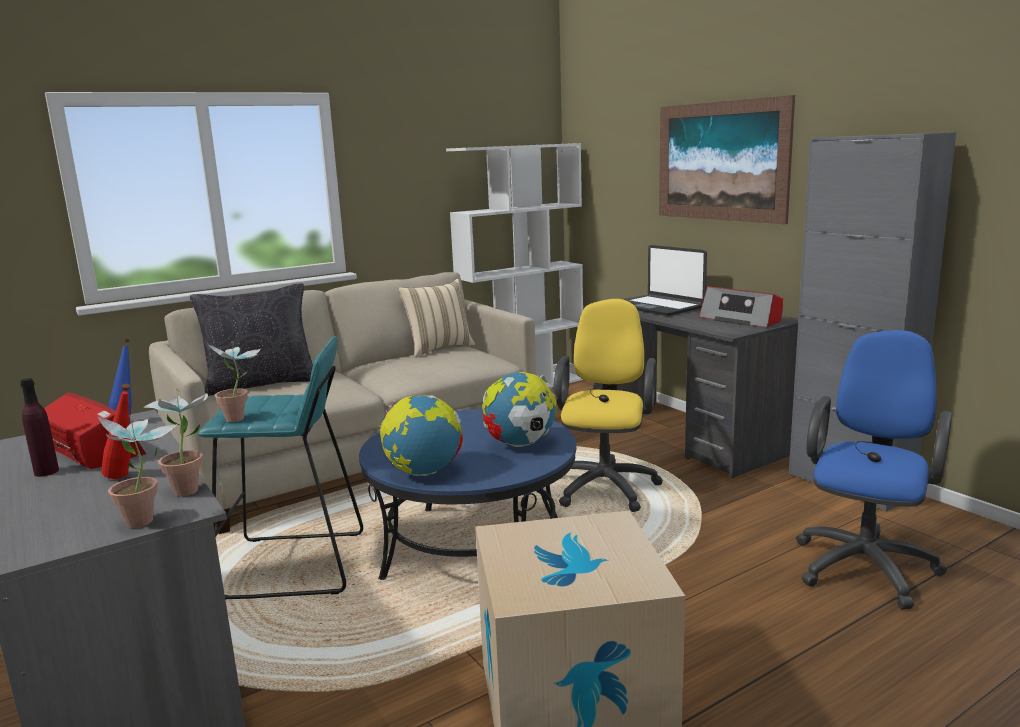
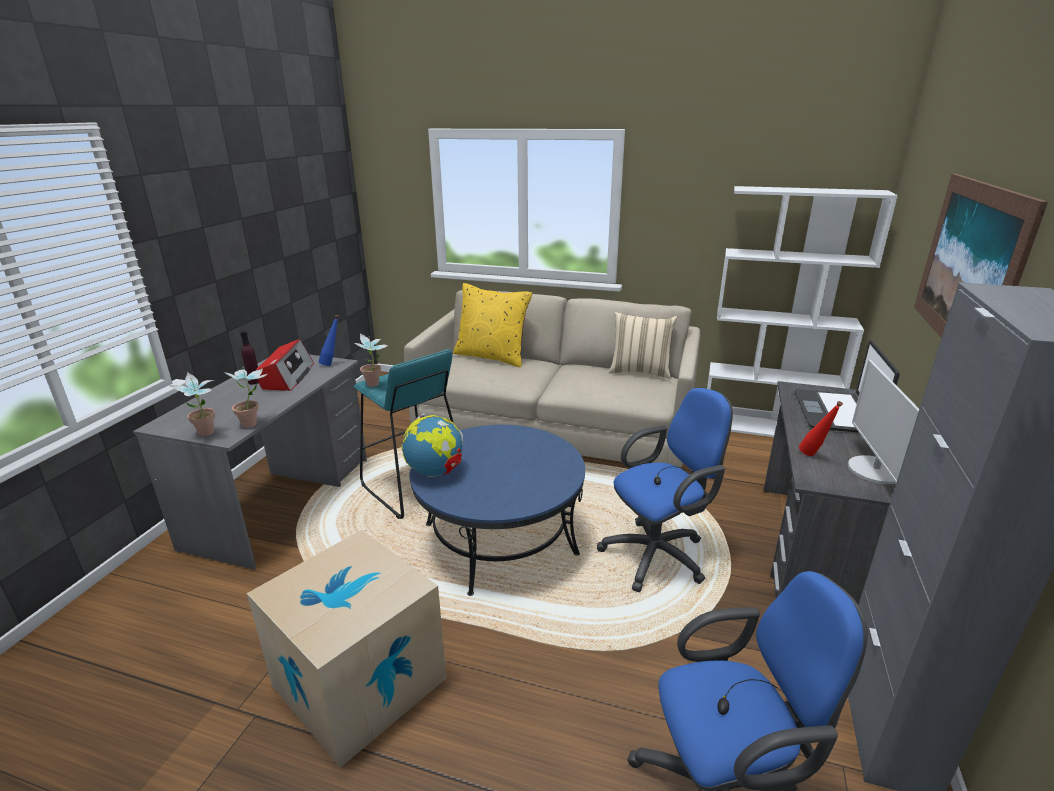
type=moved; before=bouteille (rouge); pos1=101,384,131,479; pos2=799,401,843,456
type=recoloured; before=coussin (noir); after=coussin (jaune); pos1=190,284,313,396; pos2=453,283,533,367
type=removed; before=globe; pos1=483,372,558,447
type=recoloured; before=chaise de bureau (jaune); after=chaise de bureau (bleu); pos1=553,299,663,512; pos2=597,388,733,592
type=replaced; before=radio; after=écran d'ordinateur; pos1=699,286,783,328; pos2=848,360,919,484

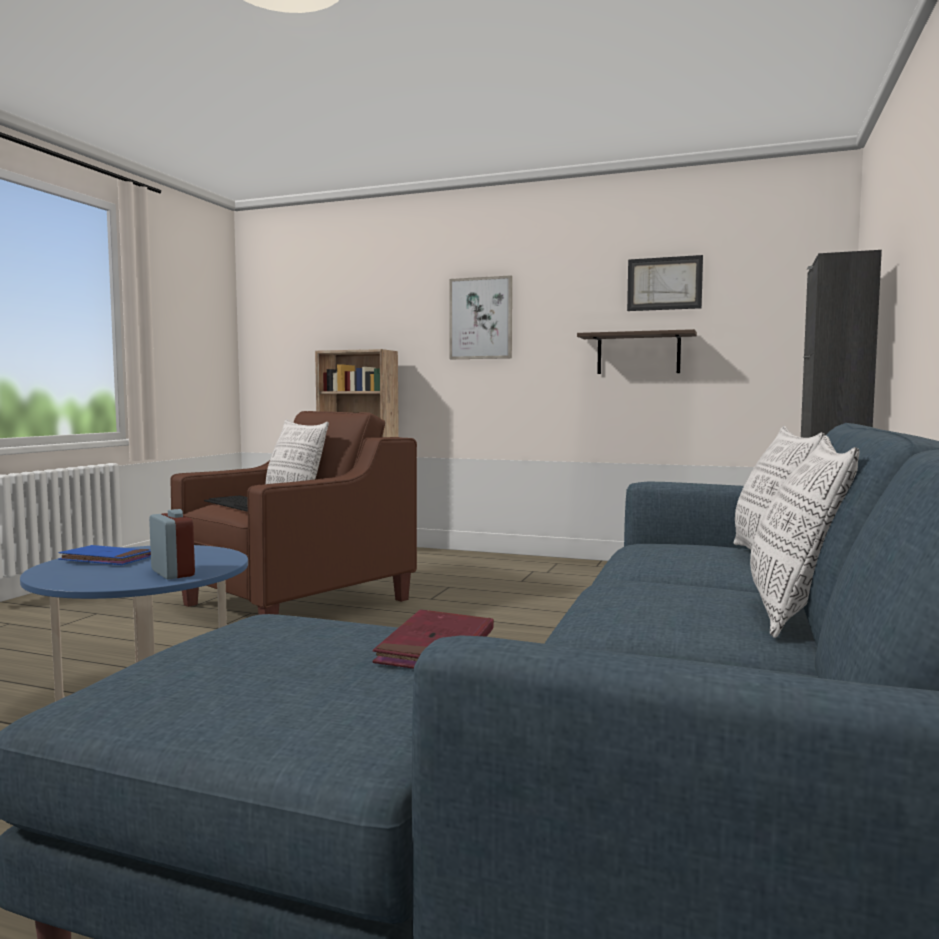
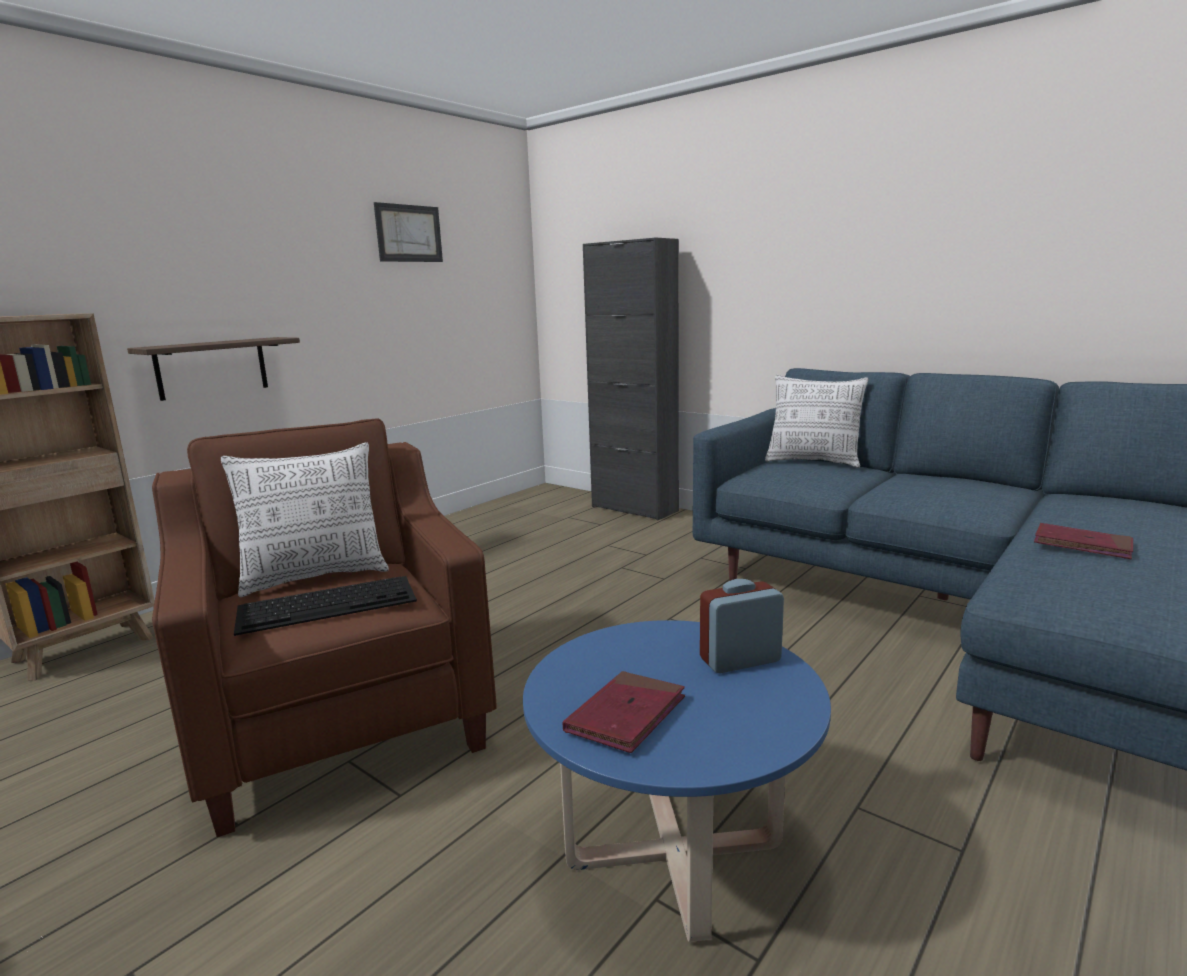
type=recoloured; before=livre (bleu); after=livre (rouge); pos1=58,545,151,565; pos2=563,671,685,753
type=removed; before=tableau; pos1=449,275,512,359
type=moved; before=étagère; pos1=577,329,697,374; pos2=127,337,300,401
type=removed; before=coussin; pos1=750,435,859,638

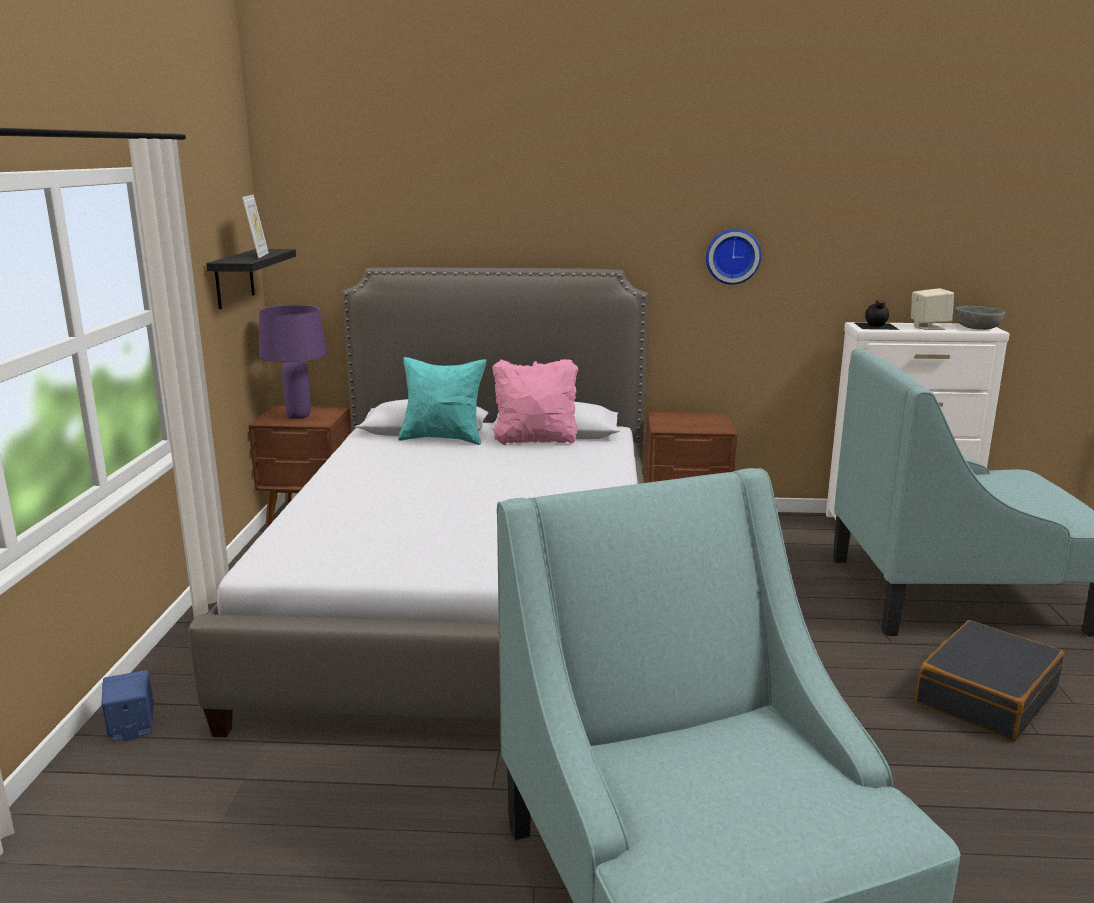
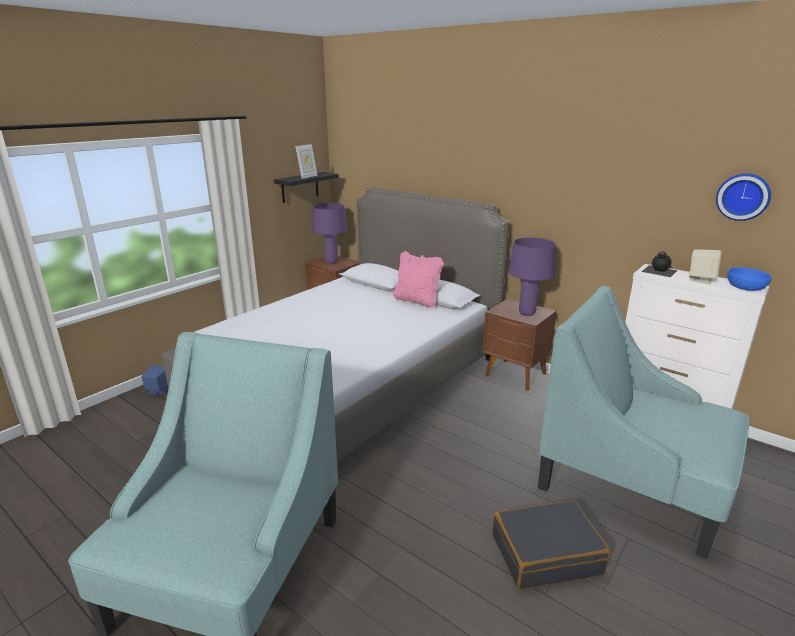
type=removed; before=coussin (turquoise); pos1=398,357,486,445
type=moved; before=horloge murale; pos1=706,229,761,285; pos2=716,173,771,221
type=recoloured; before=bol (gris); after=bol (bleu); pos1=955,306,1005,330; pos2=727,267,772,291
type=added; after=lampe de table (violet); pos2=508,237,556,316

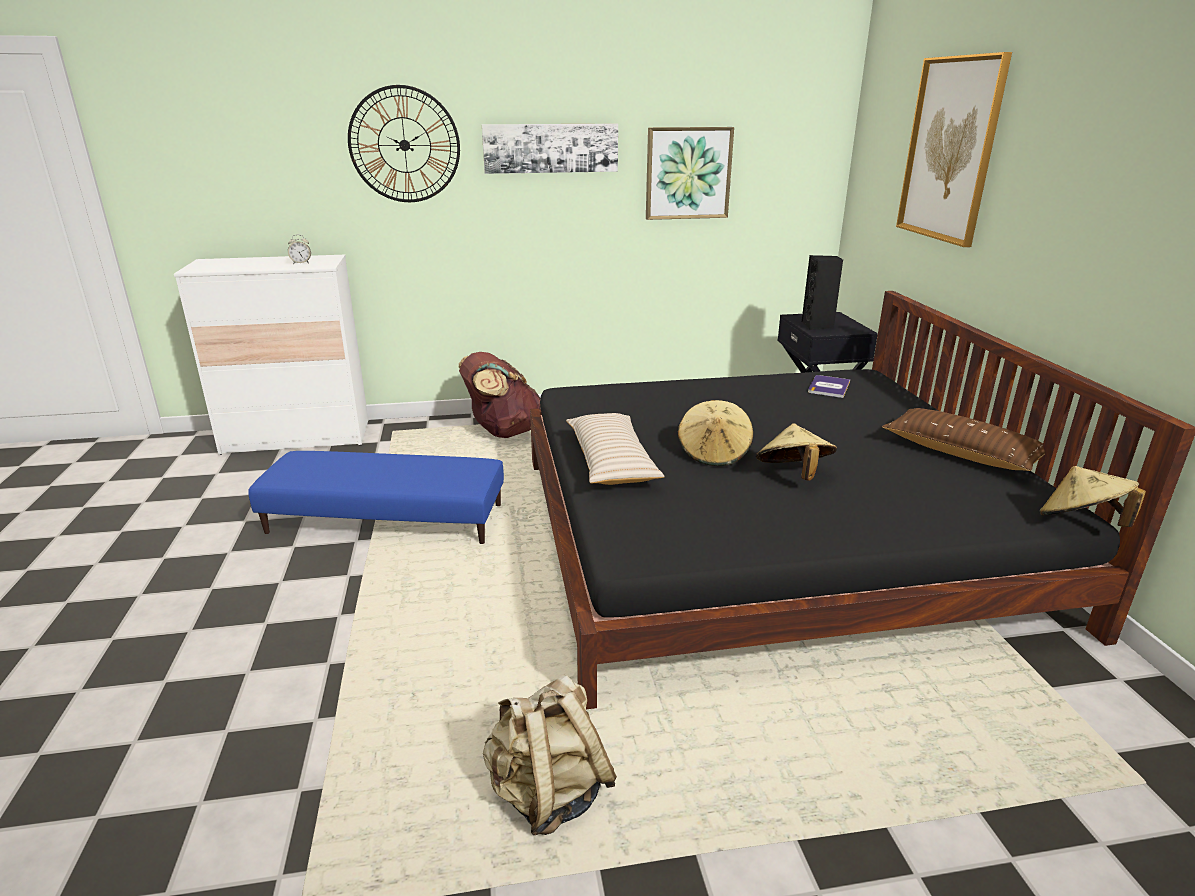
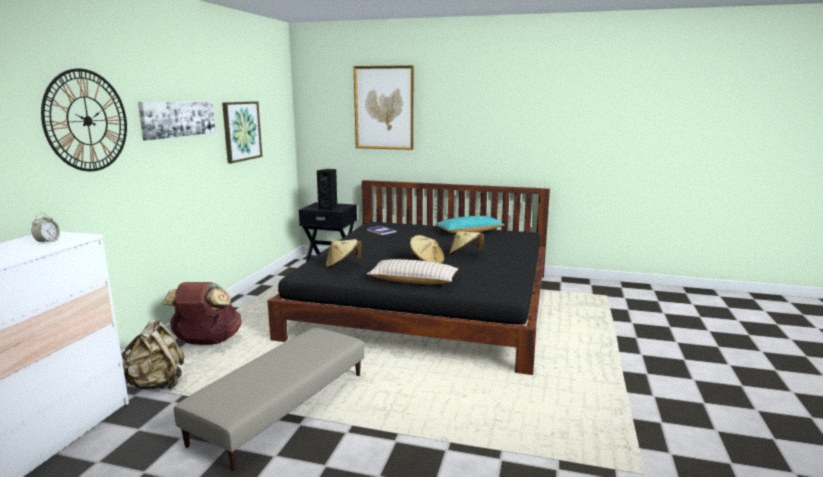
type=recoloured; before=pouf (bleu); after=pouf (beige); pos1=248,451,504,544; pos2=174,328,364,471
type=moved; before=sac à dos (beige); pos1=483,674,617,835; pos2=122,320,185,390
type=recoloured; before=coussin (marron); after=coussin (turquoise); pos1=882,408,1045,471; pos2=435,216,505,233
type=moved; before=chapeau (beige); pos1=1040,466,1146,527; pos2=326,239,362,269

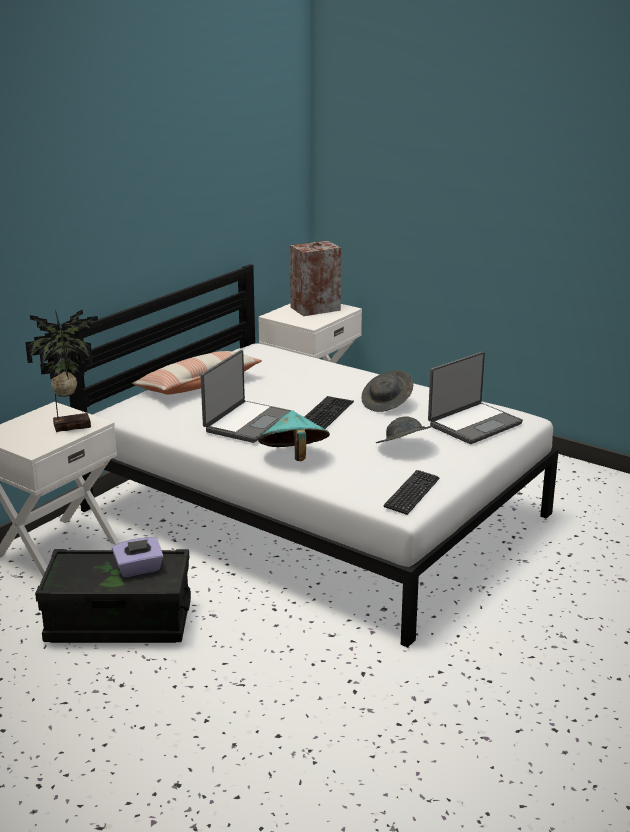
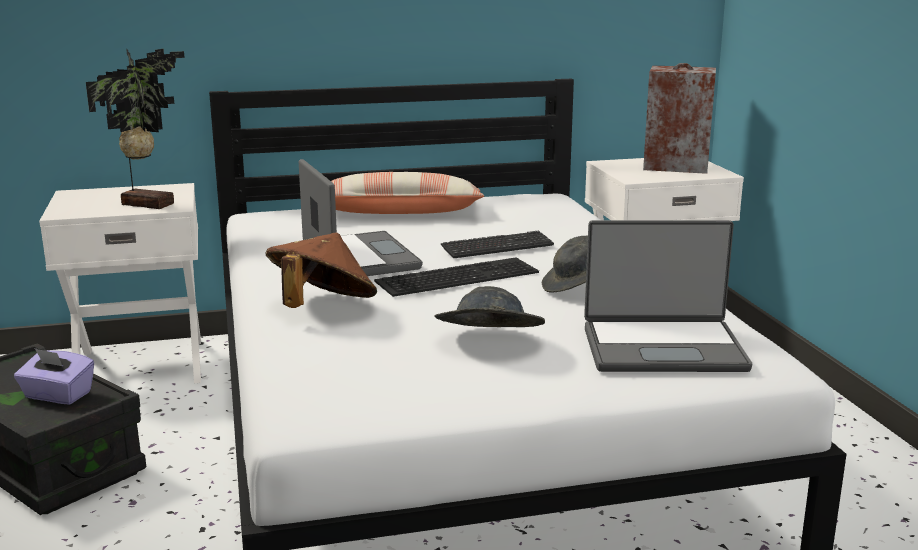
type=turned; before=ordinateur portable; pos1=201,350,291,443; pos2=299,159,423,276; turn=-90
type=recoloured; before=chapeau (turquoise); after=chapeau (marron); pos1=258,410,330,461; pos2=266,233,377,308
type=moved; before=clavier; pos1=383,470,440,515; pos2=441,230,554,258

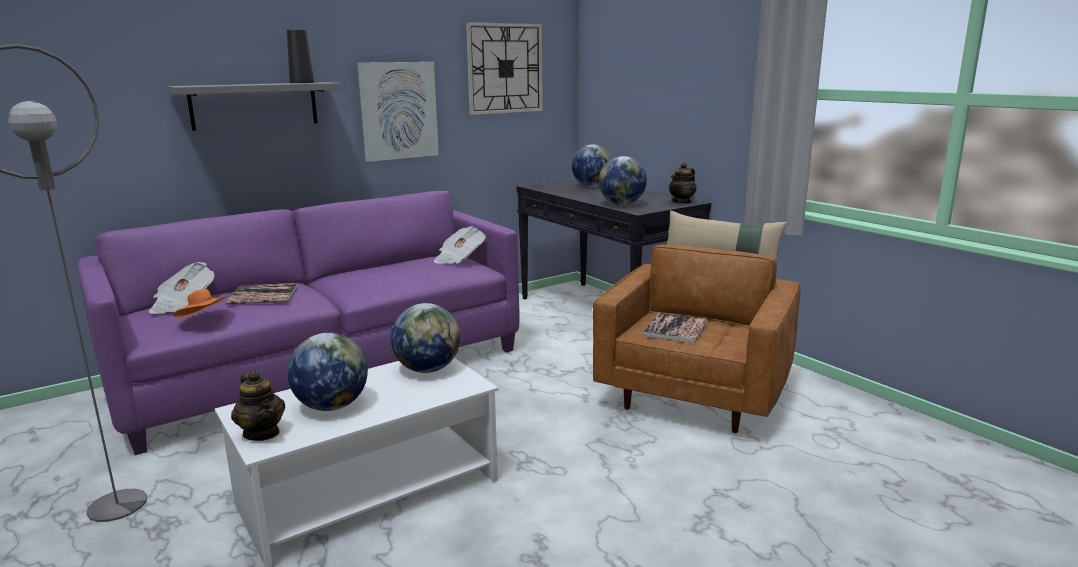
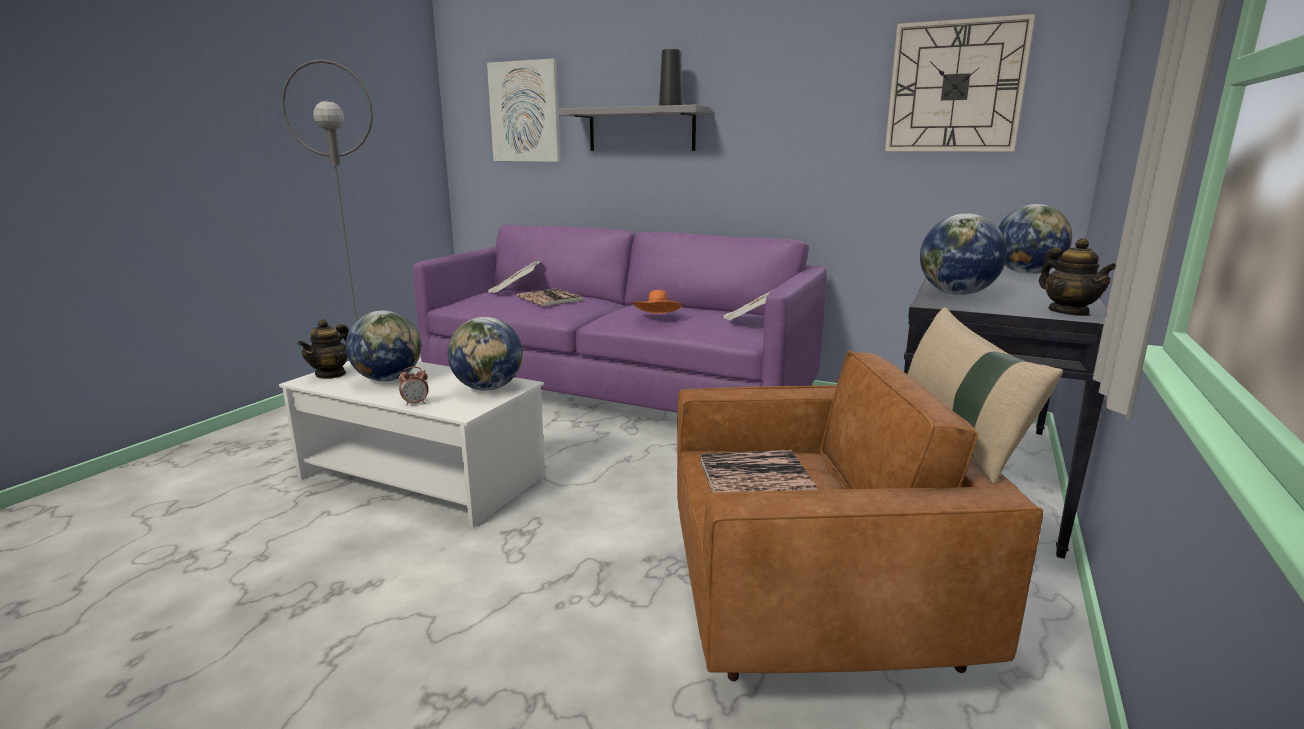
type=moved; before=chapeau (orange); pos1=173,289,227,317; pos2=633,290,682,313
type=moved; before=tableau; pos1=357,62,439,162; pos2=487,58,561,162
type=turned; before=théière; pos1=669,163,696,204; pos2=1039,238,1116,316; turn=-120
type=added; after=réveil; pos2=399,367,429,406

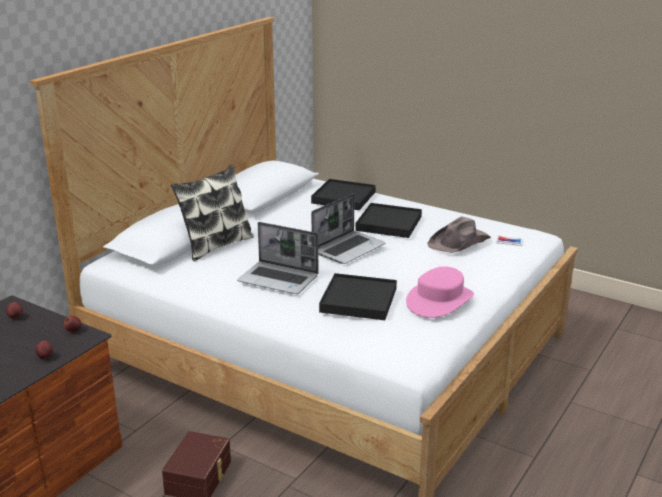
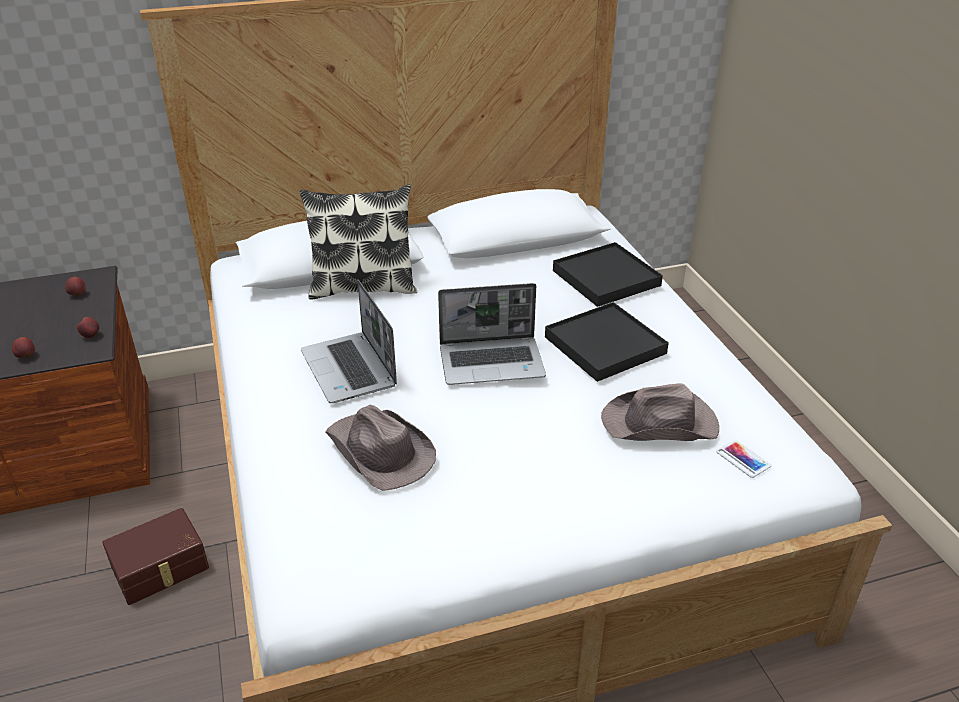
type=replaced; before=plateau (noir); after=chapeau (marron); pos1=319,273,397,320; pos2=325,405,436,491
type=removed; before=chapeau (rose); pos1=406,266,474,318

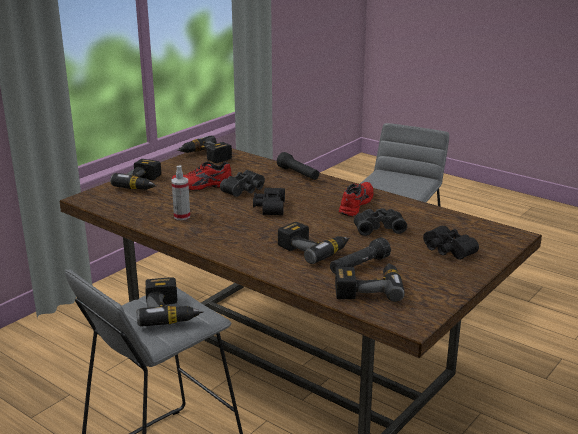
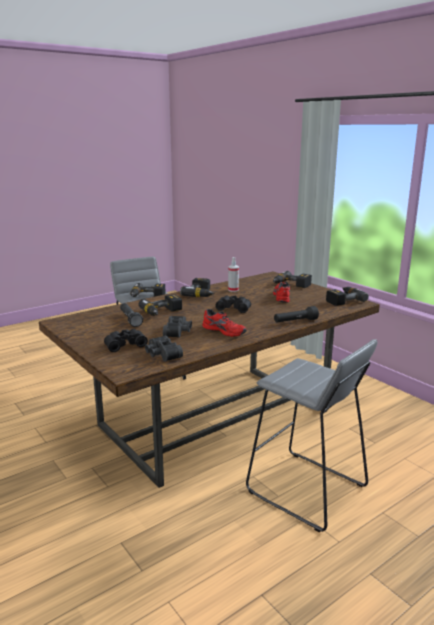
type=moved; before=jumelles (noir); pos1=220,170,265,197; pos2=145,336,183,362
type=moved; before=perceuse; pos1=335,263,405,302; pos2=180,278,215,297

